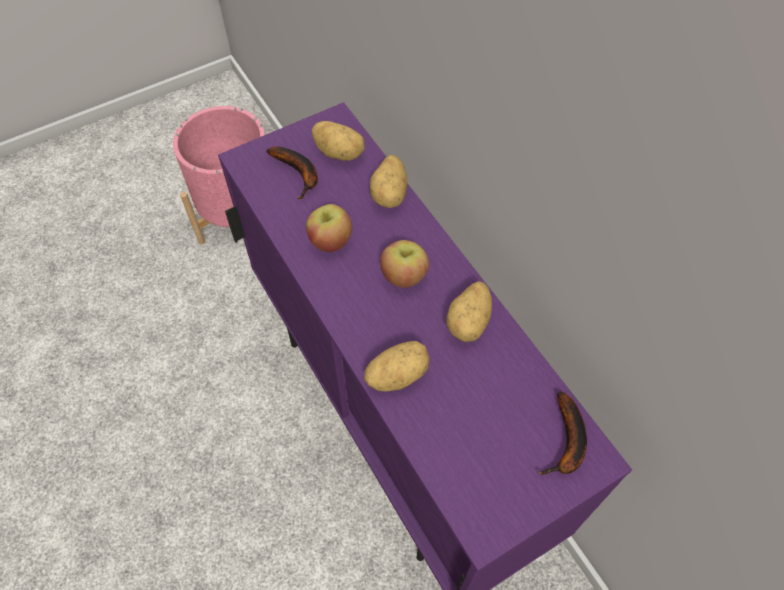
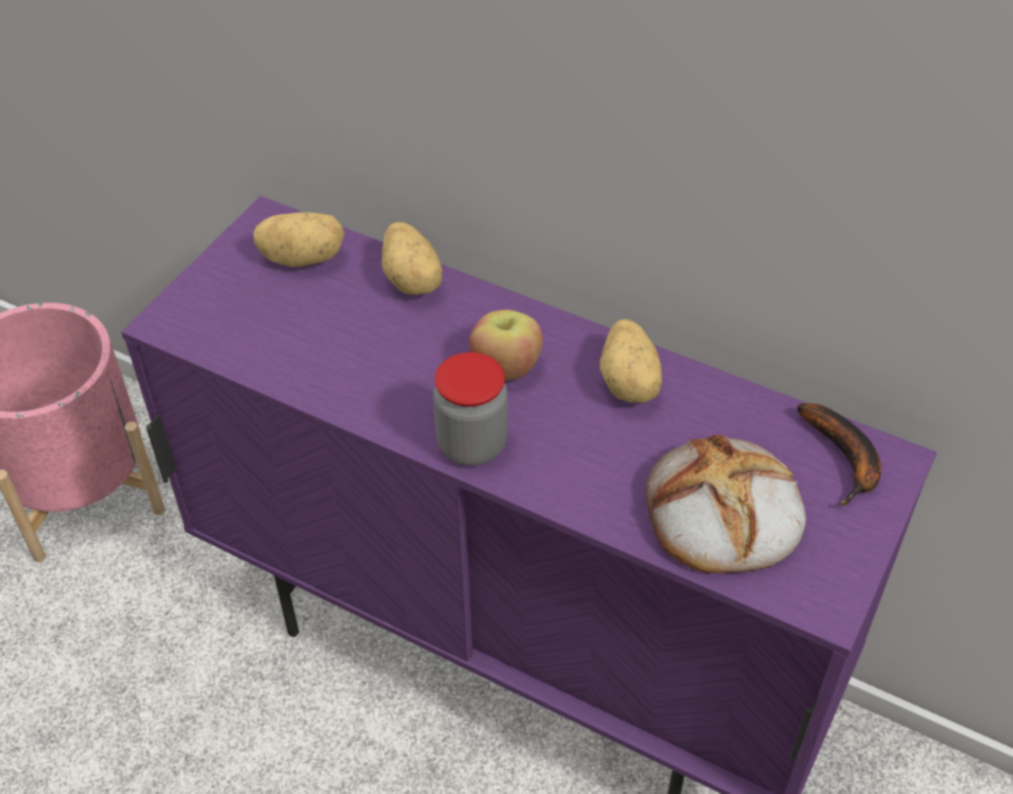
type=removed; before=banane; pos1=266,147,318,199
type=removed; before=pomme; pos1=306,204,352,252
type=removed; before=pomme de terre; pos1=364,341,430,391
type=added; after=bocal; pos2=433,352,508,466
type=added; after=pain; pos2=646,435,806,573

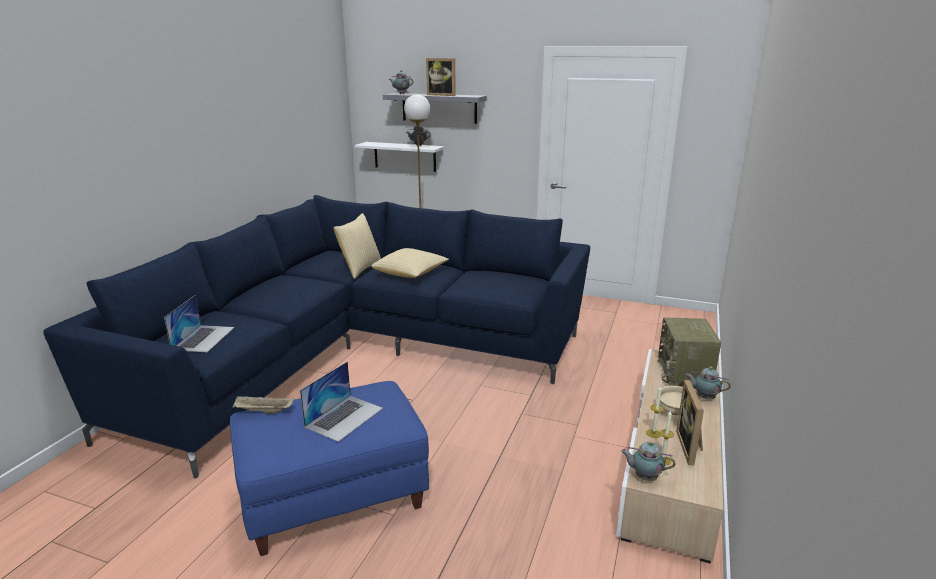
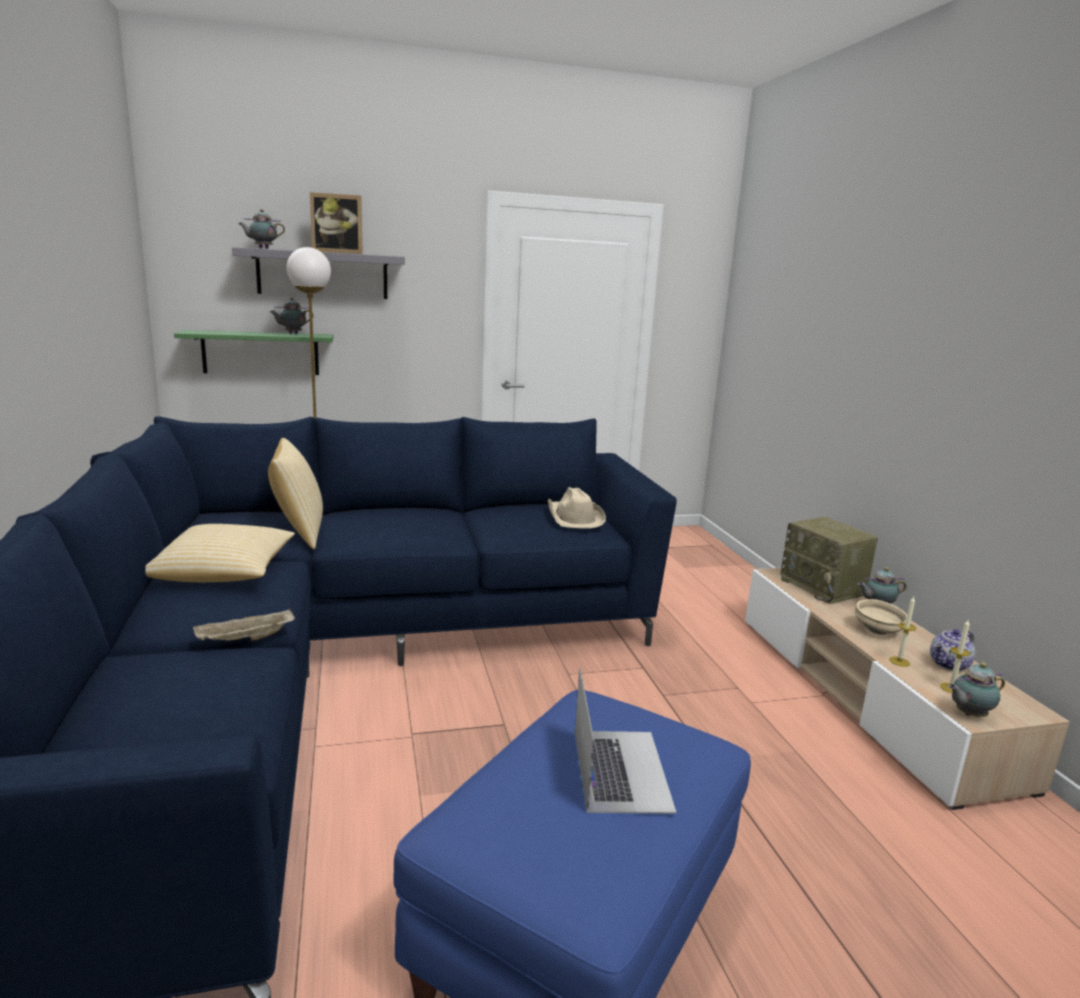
type=removed; before=ordinateur portable; pos1=164,295,235,352
type=moved; before=plateau (beige); pos1=232,396,294,414; pos2=193,608,295,641
type=recoloured; before=étagère (blanc); after=étagère (vert); pos1=354,142,445,172; pos2=174,330,333,375
type=moved; before=coussin; pos1=371,248,449,278; pos2=145,524,295,582
type=replaced; before=cadre photo; after=théière; pos1=676,380,704,465; pos2=930,629,975,671
type=added; after=chapeau (beige); pos2=548,487,606,529

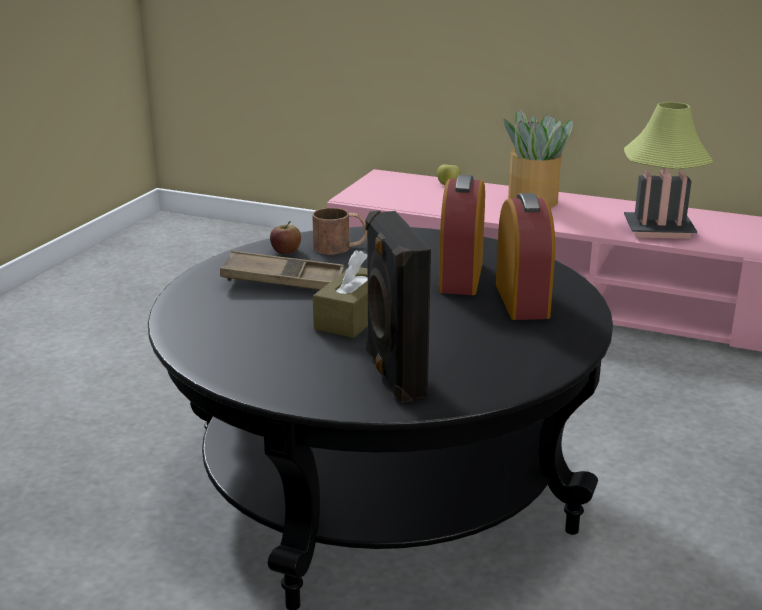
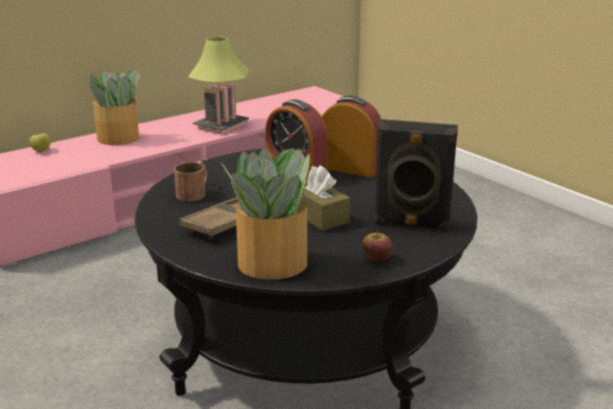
type=moved; before=pomme; pos1=270,221,301,254; pos2=362,229,392,262
type=added; after=plante en pot; pos2=220,147,309,280

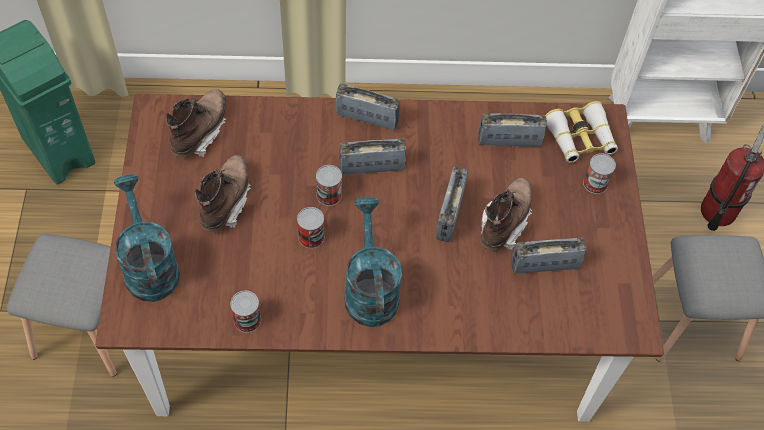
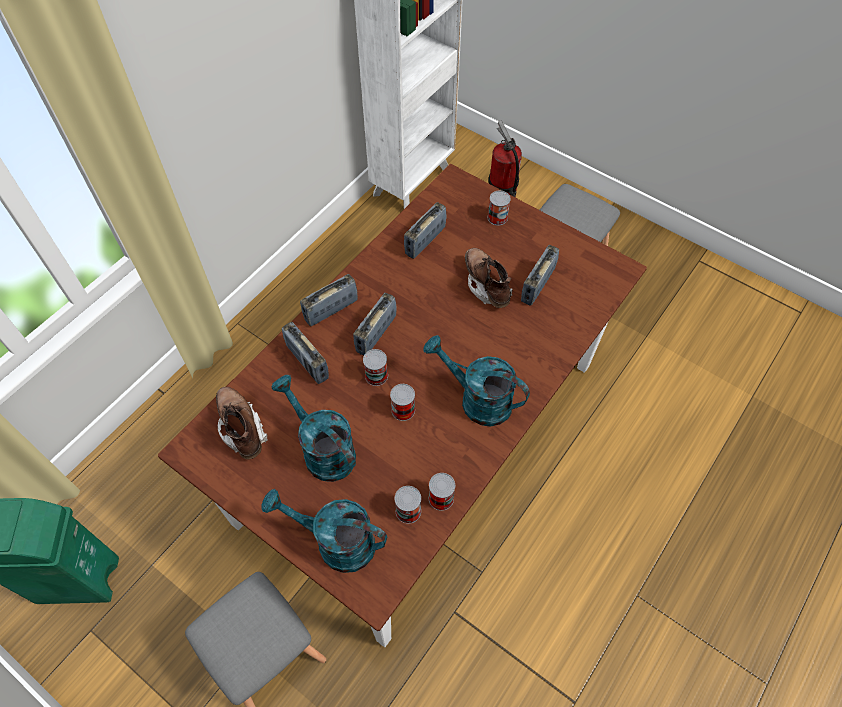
type=replaced; before=botte (marron); after=arrosoir (turquoise); pos1=194,155,251,232; pos2=271,375,356,482
type=moved; before=radio; pos1=436,167,467,242; pos2=282,322,329,384
type=removed; before=jumelles; pos1=545,101,618,163
type=added; after=boîte métallique; pos2=395,486,421,524

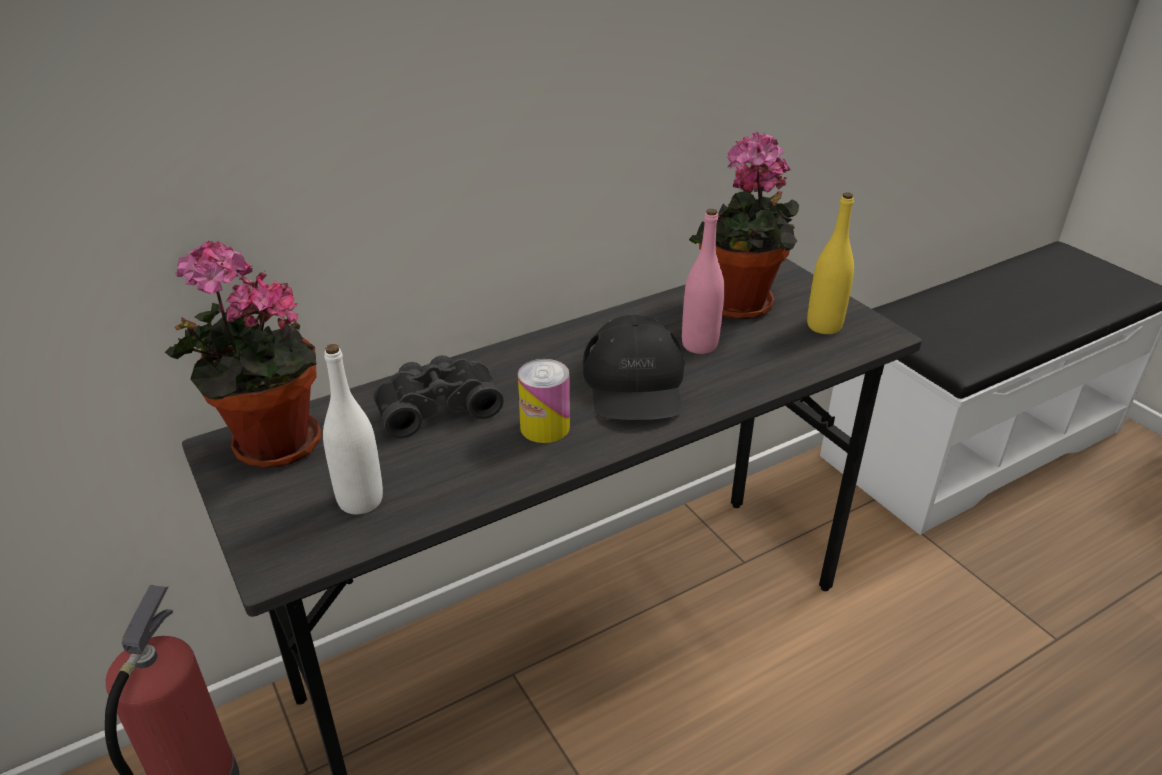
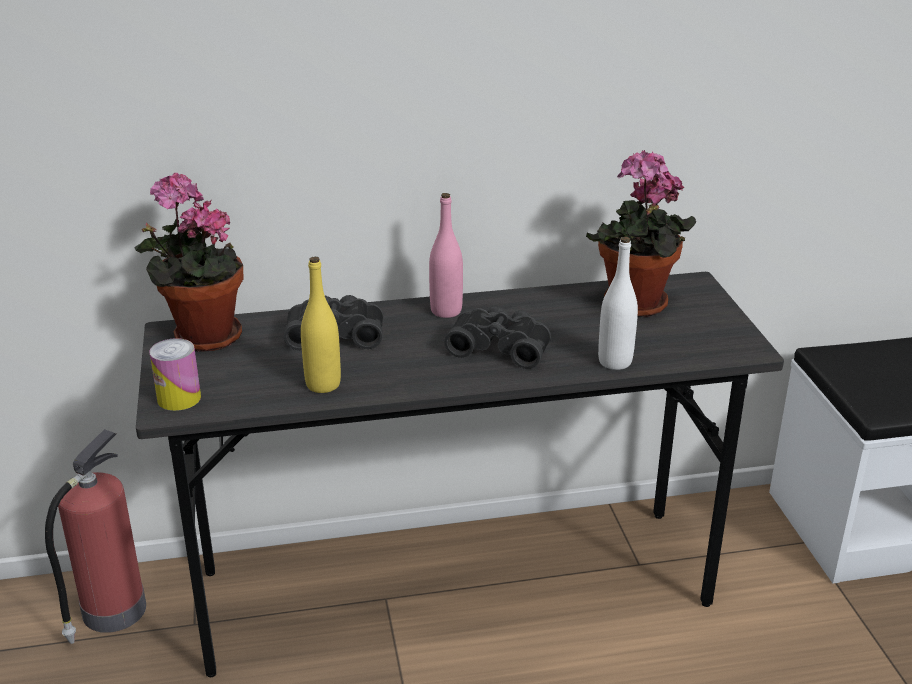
type=moved; before=bouteille (blanc); pos1=323,344,383,514; pos2=598,237,638,370
type=moved; before=boîte métallique; pos1=518,359,570,443; pos2=149,338,201,411
type=replaced; before=casquette (noir); after=jumelles (noir); pos1=583,315,685,420; pos2=444,306,551,369
type=moved; before=bouteille (rose); pos1=682,209,725,354; pos2=429,193,463,318
type=moved; before=bouteille (jaune); pos1=807,192,854,334; pos2=301,256,341,393

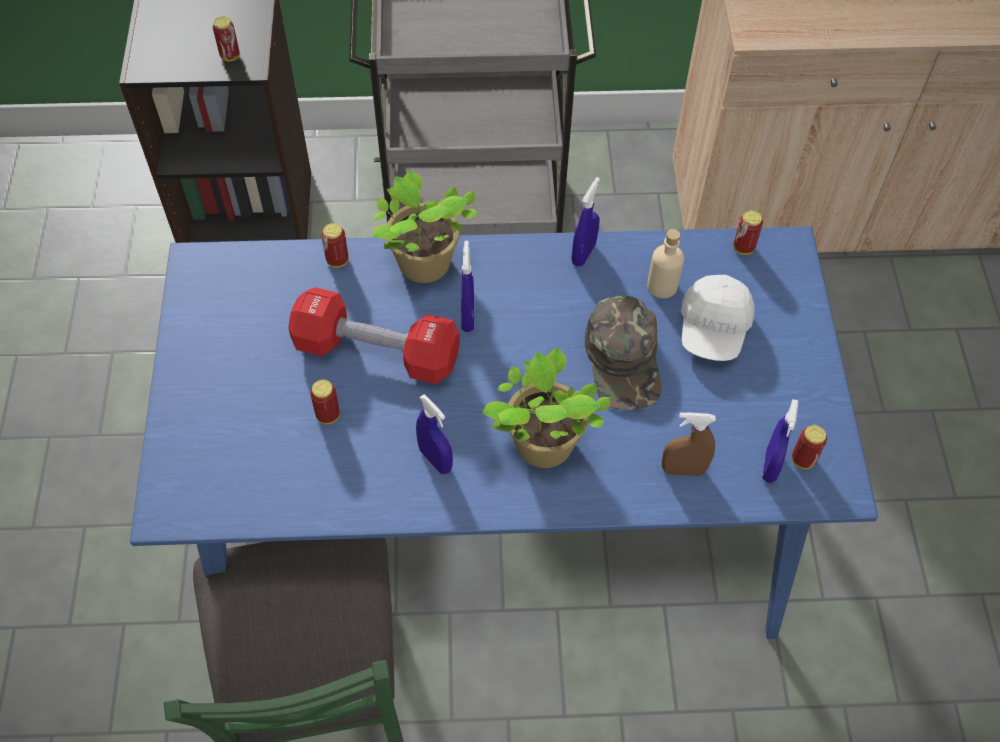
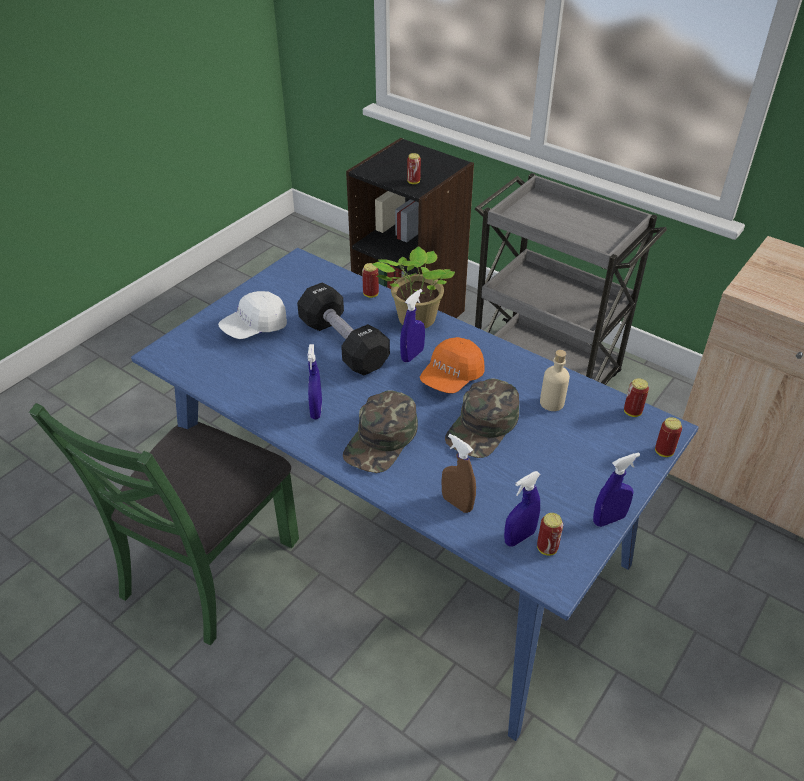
type=recoloured; before=haltère (rouge); after=haltère (noir); pos1=288,287,460,384; pos2=297,282,390,375
type=moved; before=boîte métallique; pos1=310,380,340,424; pos2=655,417,682,457
type=replaced; before=plante en pot; after=casquette (vert); pos1=482,347,611,468; pos2=343,391,418,473
type=moved; before=vaporisateur (bleu); pos1=571,177,600,267; pos2=593,452,640,527
type=moved; before=casquette (blanc); pos1=681,275,755,361; pos2=218,291,287,339
type=added; after=casquette (orange); pos2=420,337,485,393

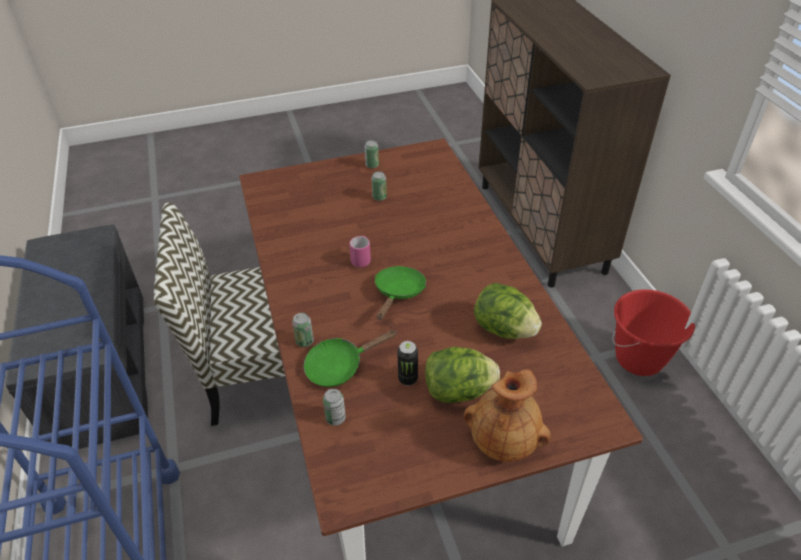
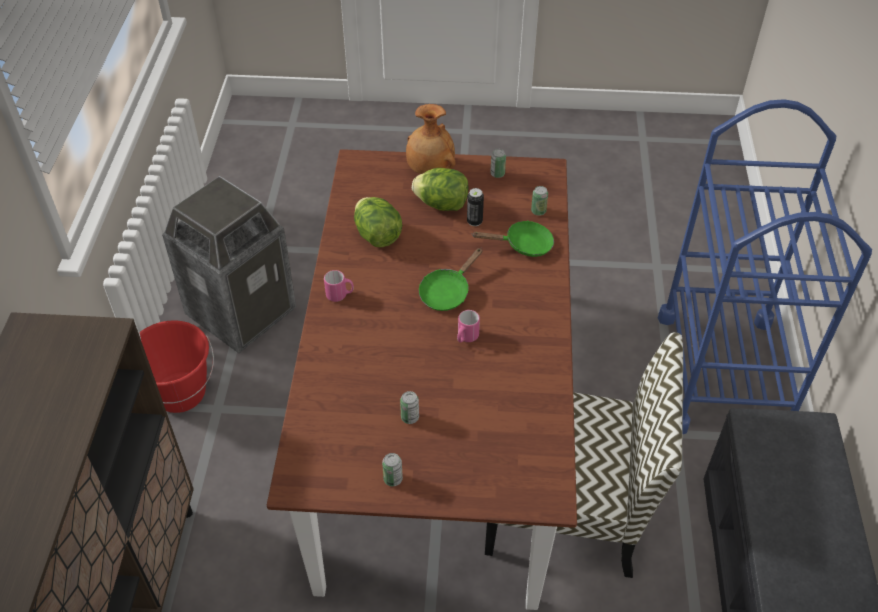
type=moved; before=boîte métallique; pos1=292,313,314,347; pos2=490,149,506,178
type=added; after=poubelle; pos2=162,176,296,353
type=added; after=mug (rose); pos2=324,270,354,302

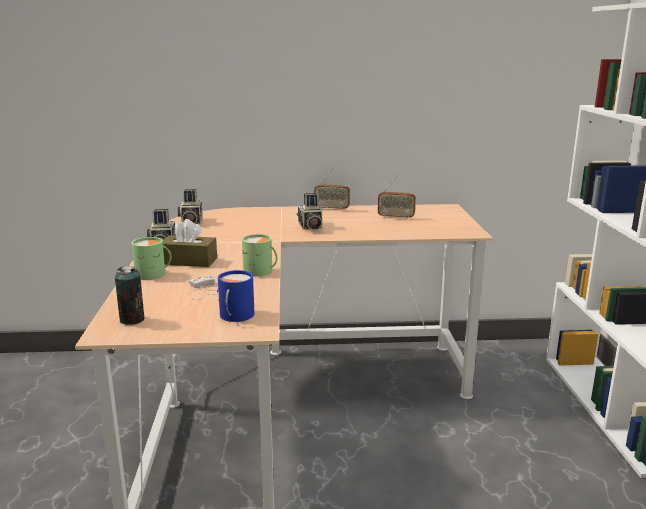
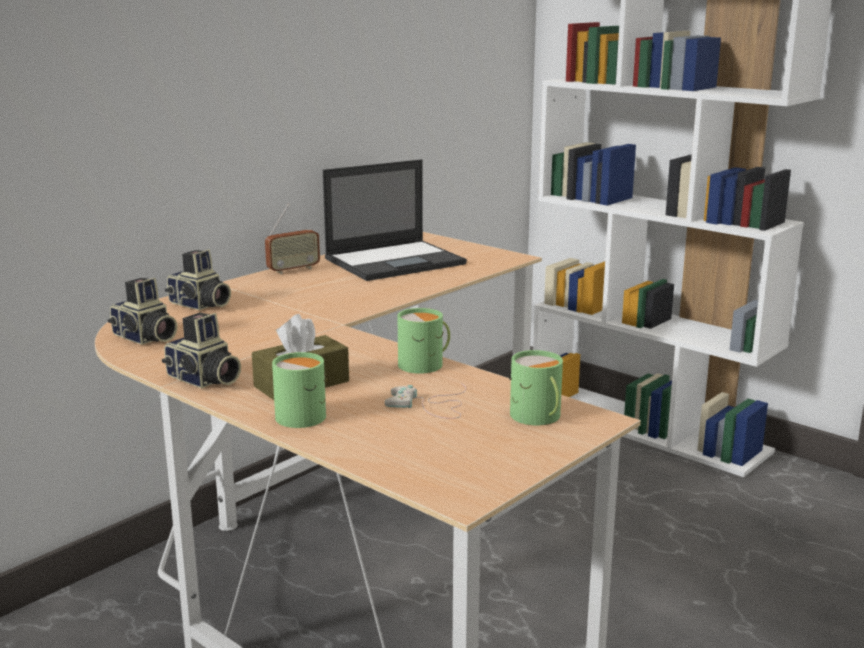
type=removed; before=boîte métallique; pos1=115,266,145,325
type=recoloured; before=mug (bleu); after=mug (vert); pos1=217,270,255,322; pos2=509,350,563,426
type=moved; before=appareil photo; pos1=297,193,322,231; pos2=165,249,231,310
type=replaced; before=radio; after=ordinateur portable; pos1=378,174,416,220; pos2=323,159,467,281

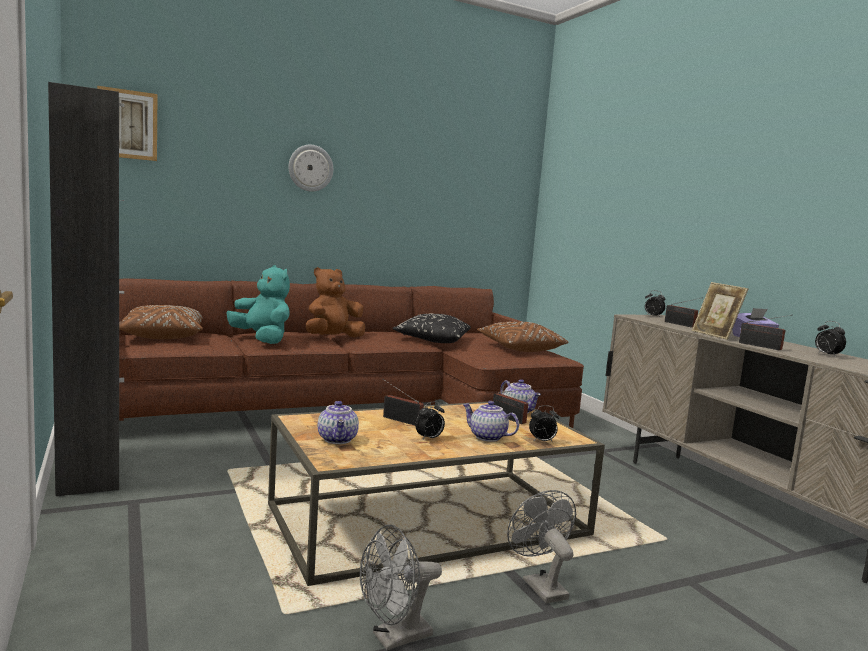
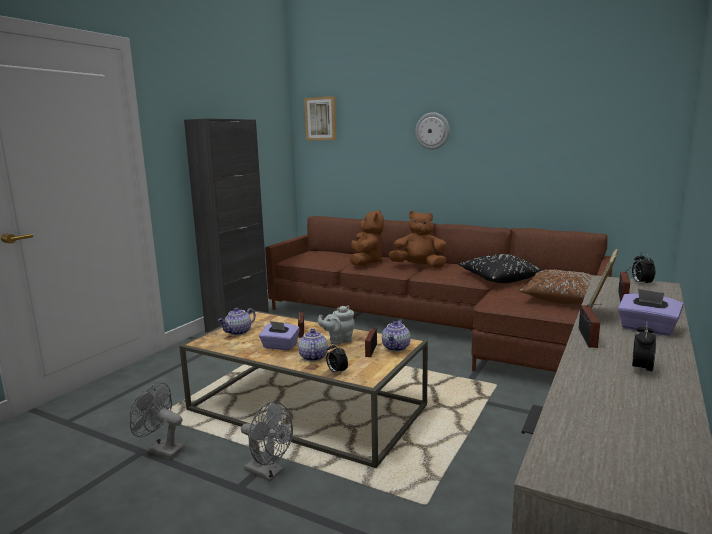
type=removed; before=coussin (marron); pos1=119,305,203,339
type=recoloured; before=peluche (turquoise); after=peluche (marron); pos1=226,265,290,344; pos2=350,209,384,266
type=replaced; before=réveil; after=boîte à mouchoirs (violet); pos1=415,401,445,441; pos2=259,321,300,351
type=turned; before=ventilateur (gris); pos1=507,490,576,603; pos2=241,402,293,481; turn=90
type=added; after=théière (gris); pos2=318,306,354,345

